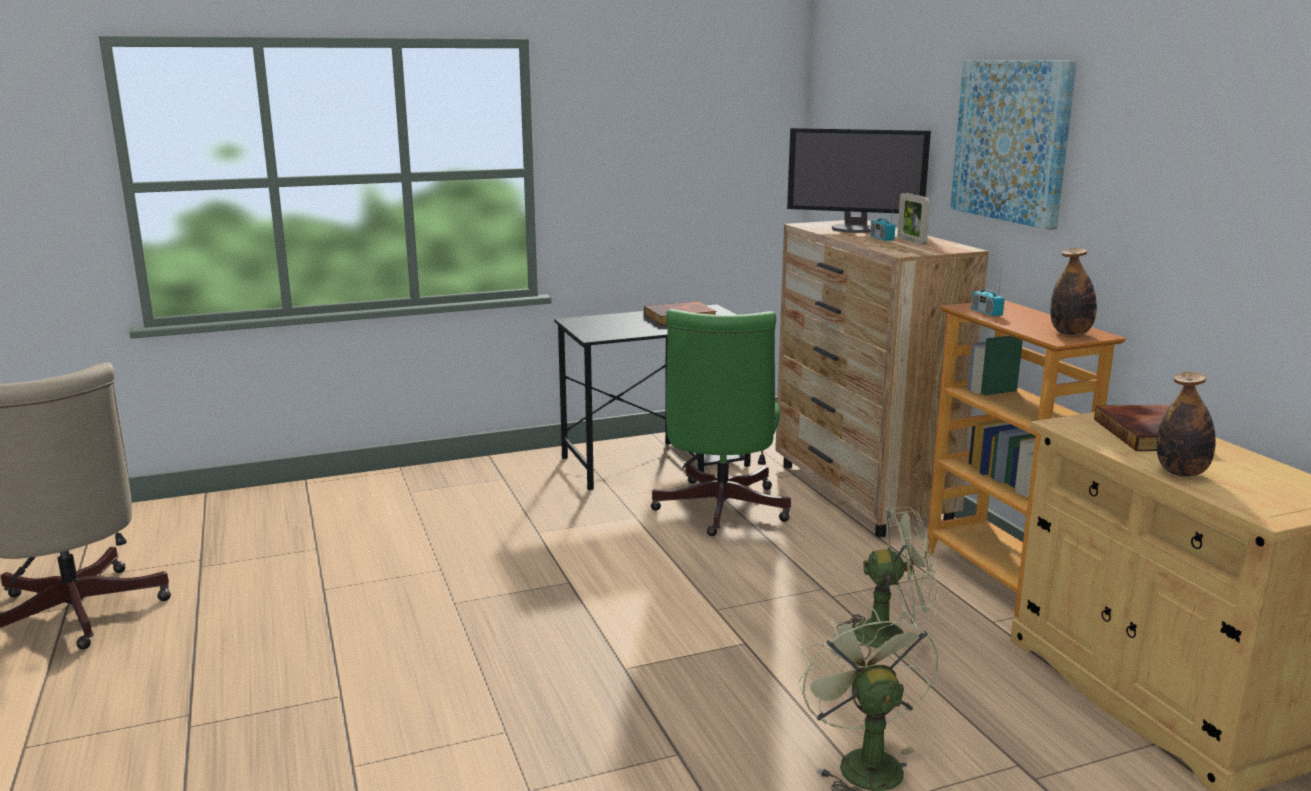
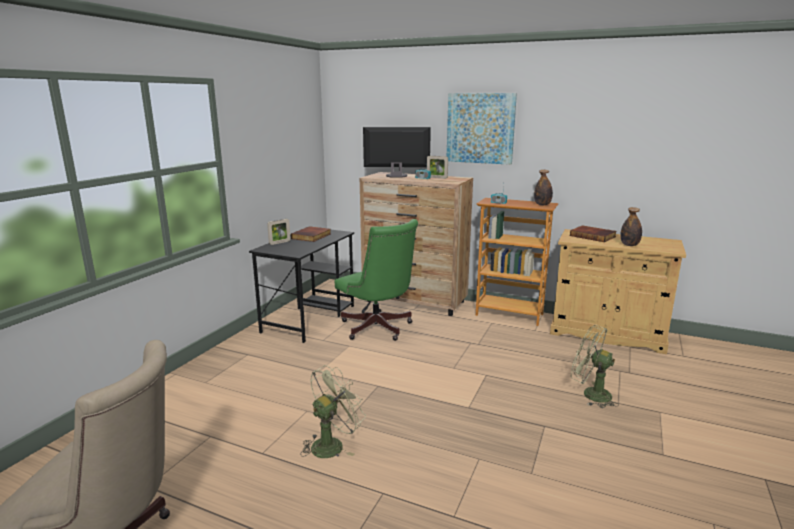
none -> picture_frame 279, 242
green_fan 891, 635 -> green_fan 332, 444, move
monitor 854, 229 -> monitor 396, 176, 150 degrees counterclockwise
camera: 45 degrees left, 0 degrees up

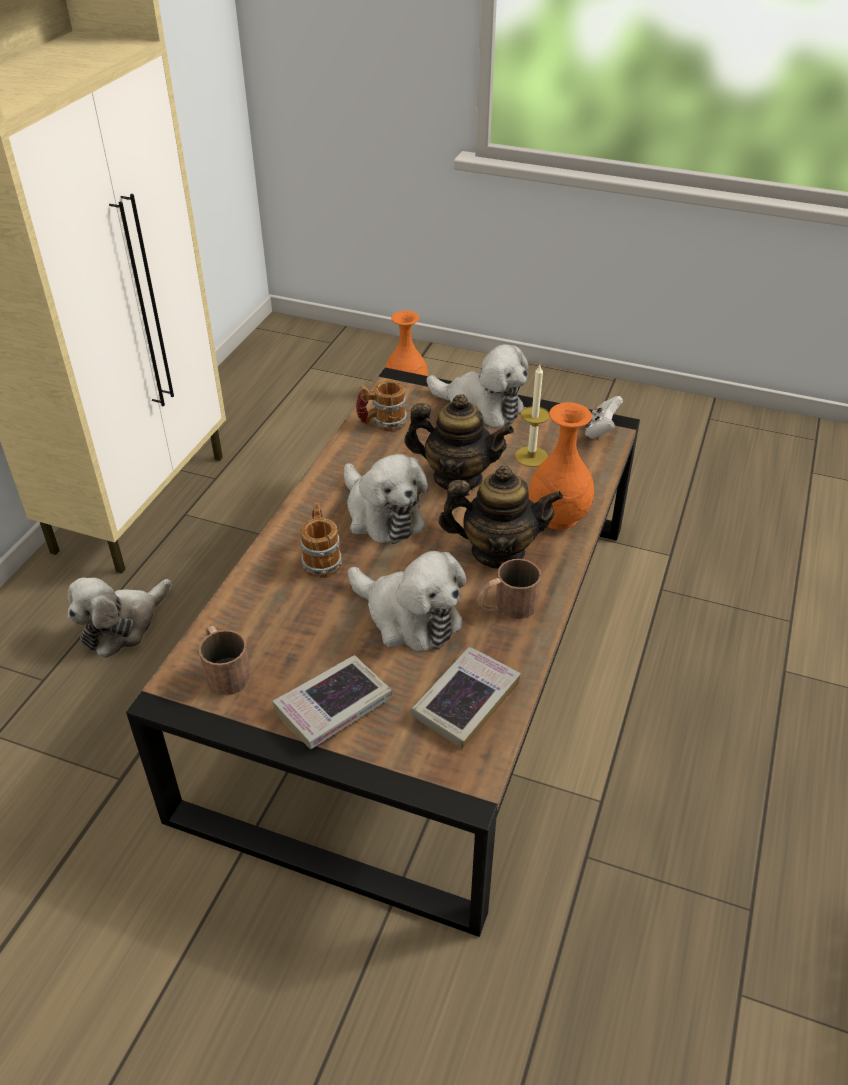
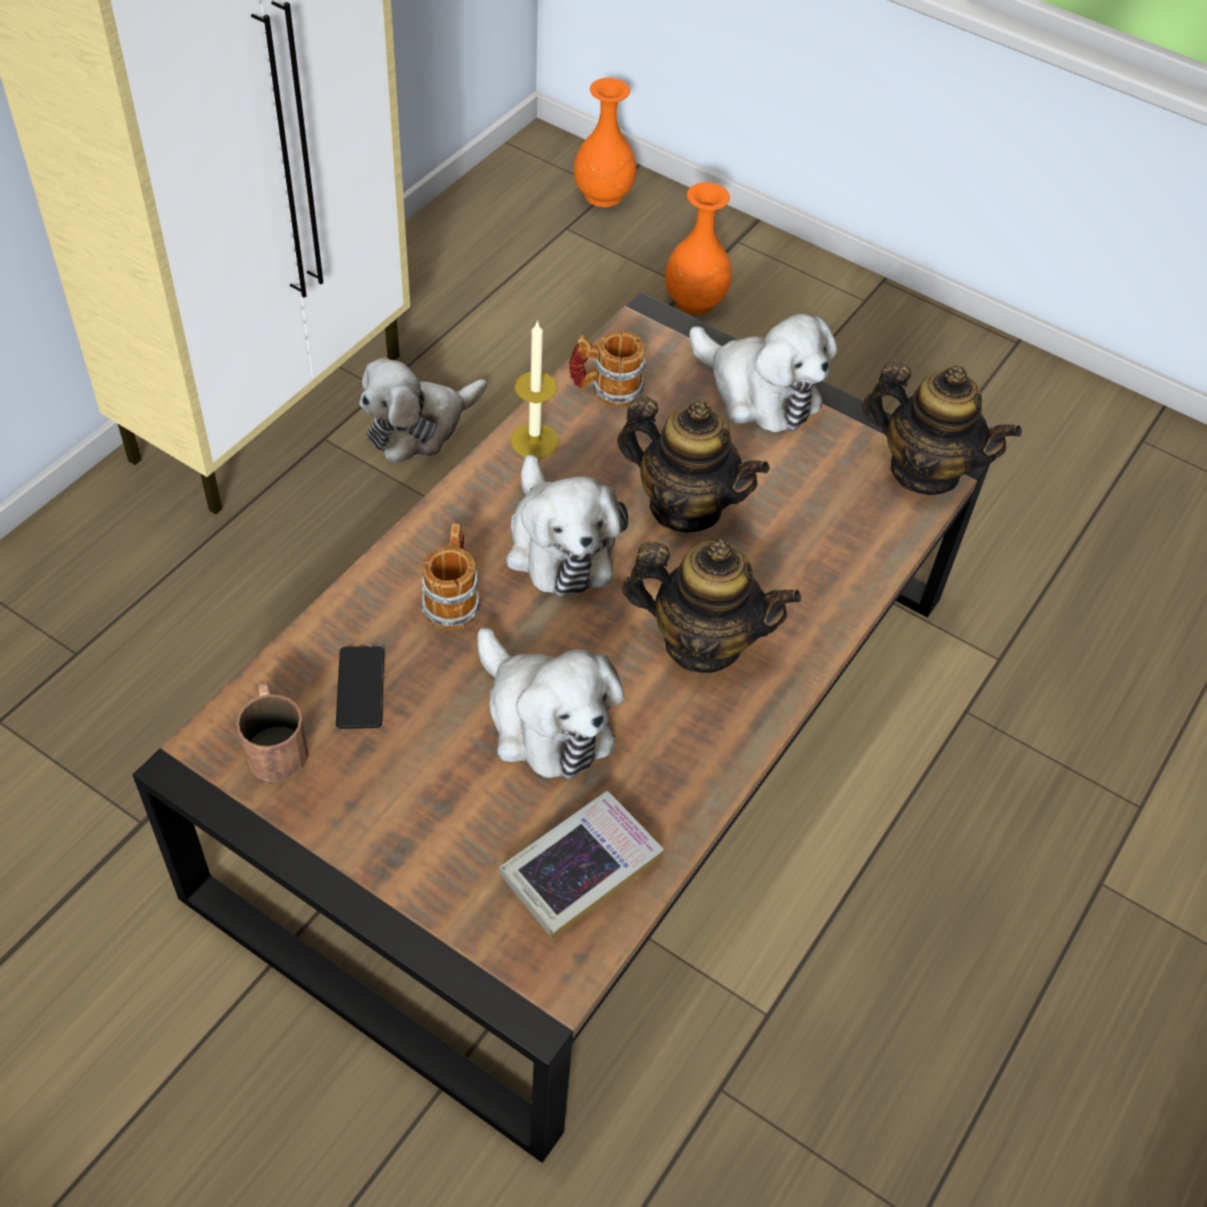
book 333, 707 -> none
brown_mug 506, 606 -> none
none -> phone 360, 688
plush_toy 122, 625 -> plush_toy 419, 427, move
candle 531, 456 -> candle 534, 441, move
orange_vase 557, 517 -> orange_vase 602, 195, move
white_game_controller 601, 430 -> teapot 924, 471
camera: 10 degrees right, 10 degrees up

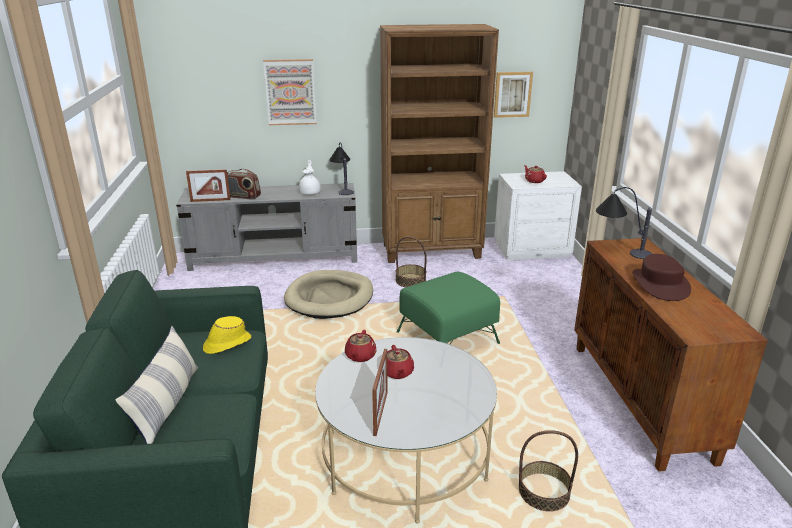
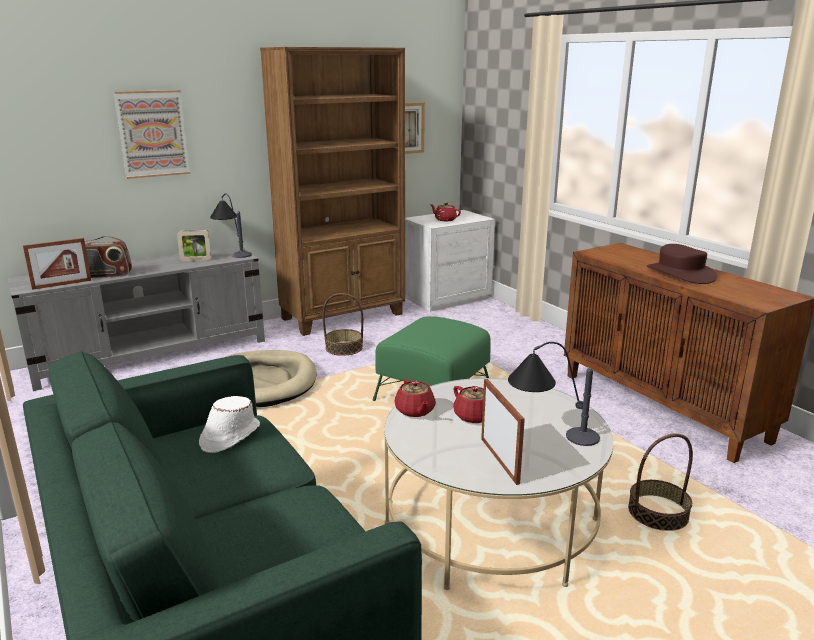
pillow 167, 405 -> none
table_lamp 618, 249 -> table_lamp 548, 434, move
white_teapot 310, 192 -> picture_frame 196, 260
yellow_hat 227, 344 -> white_hat 230, 436
camera: 25 degrees left, 5 degrees down

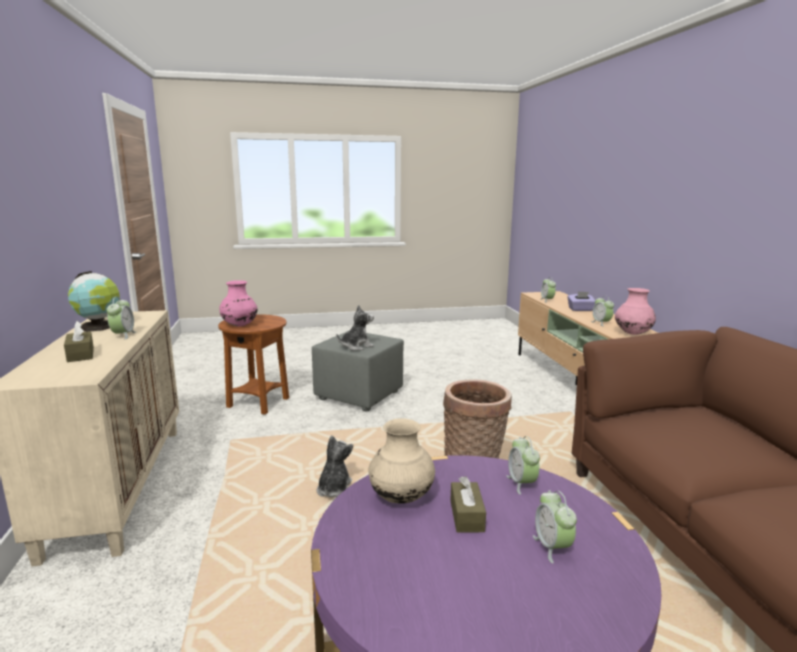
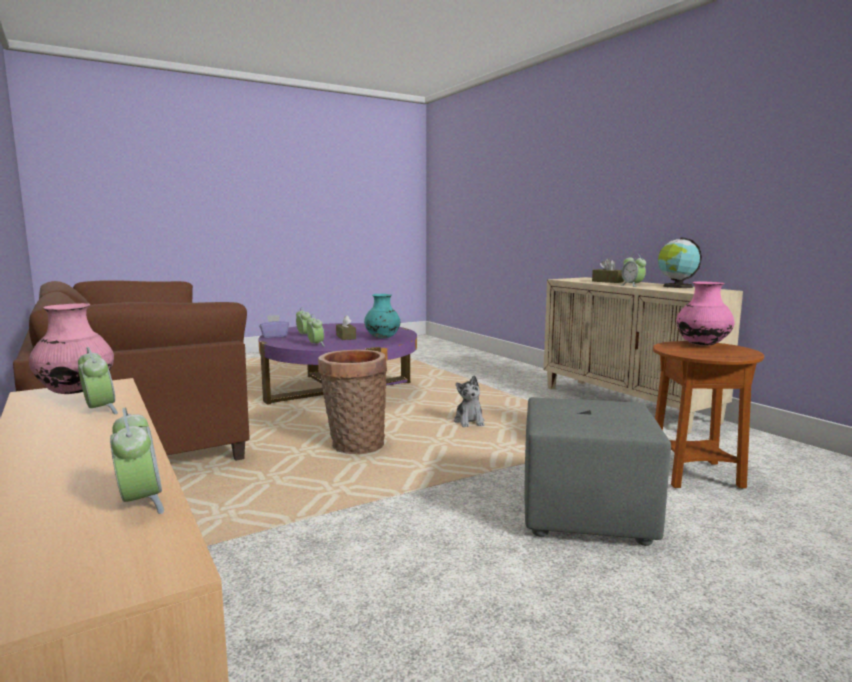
plush_toy 356, 346 -> none
purple_tissue_box 580, 309 -> purple_tissue_box 274, 336, move
beige_vase 401, 498 -> turquoise_vase 382, 338
camera: 160 degrees right, 5 degrees down

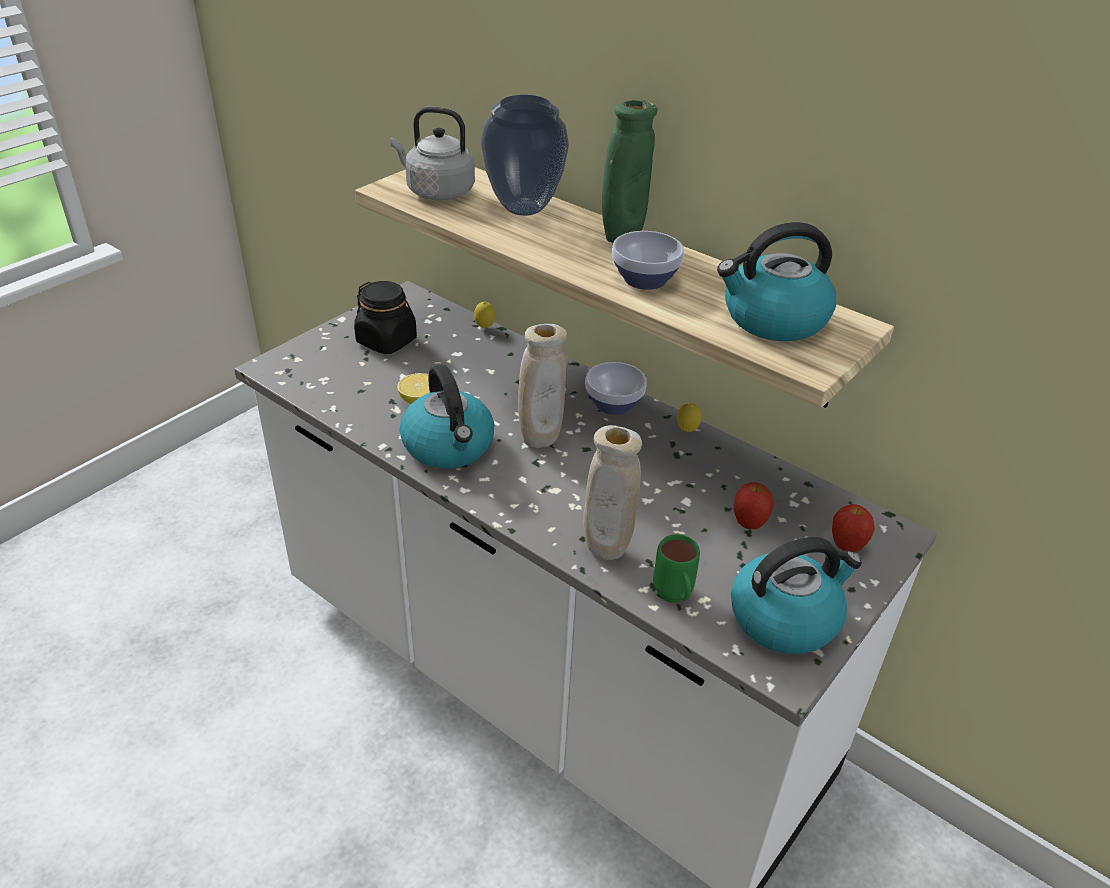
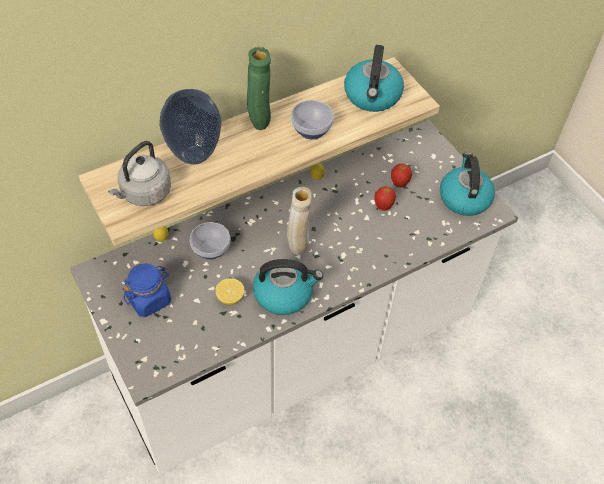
beige_vase 606, 550 -> none
green_mug 674, 599 -> none
bowl 612, 403 -> bowl 210, 250, move
apple 846, 546 -> apple 383, 207, move
black_jar 387, 341 -> blue_jar 149, 299
camera: 70 degrees left, 15 degrees up

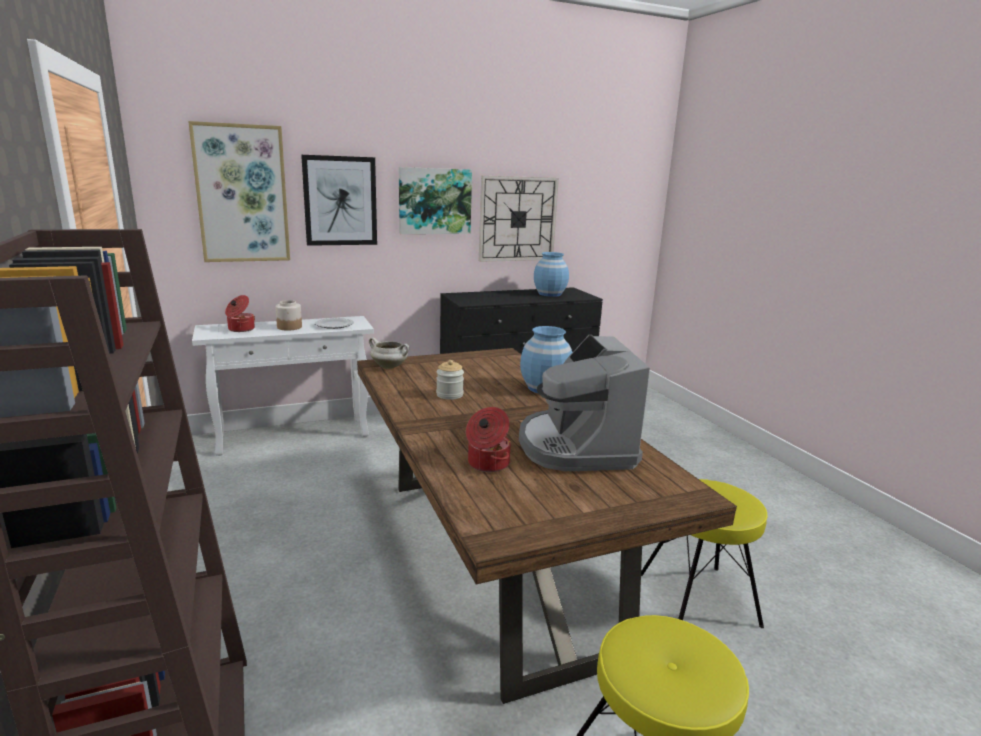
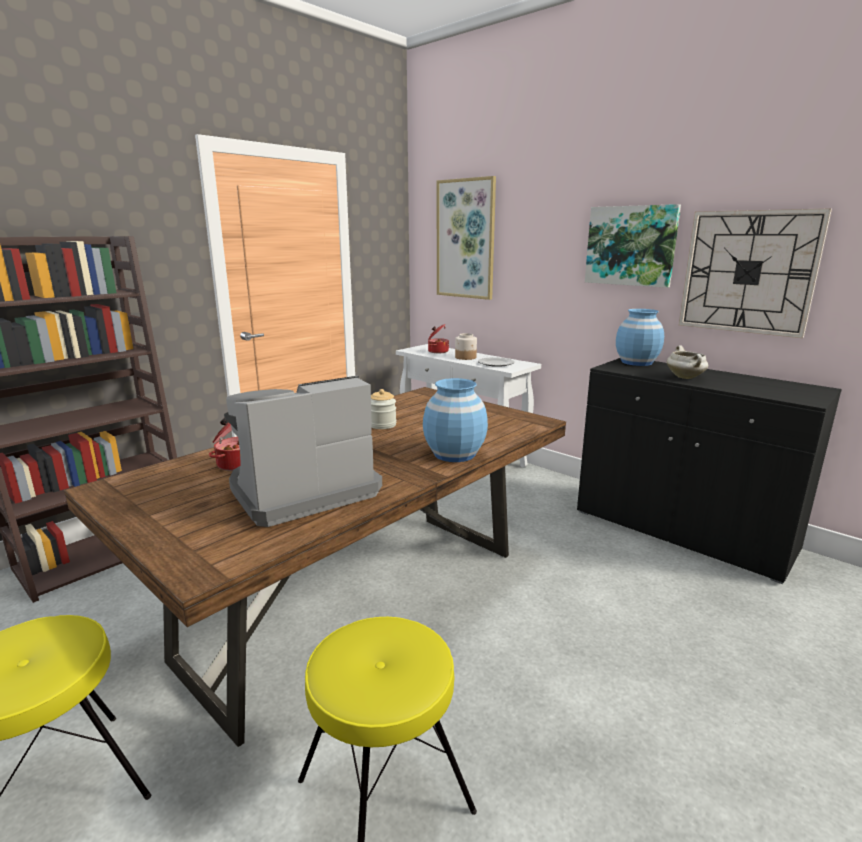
picture 340, 201 -> none
white_cooking_pot 390, 367 -> white_cooking_pot 685, 377, move
blue_vase 549, 294 -> blue_vase 636, 362, move
camera: 65 degrees right, 0 degrees up

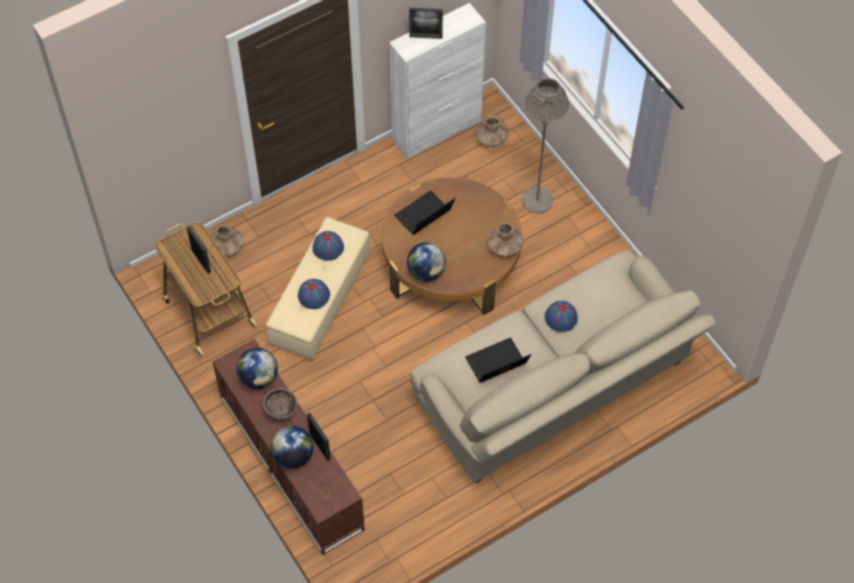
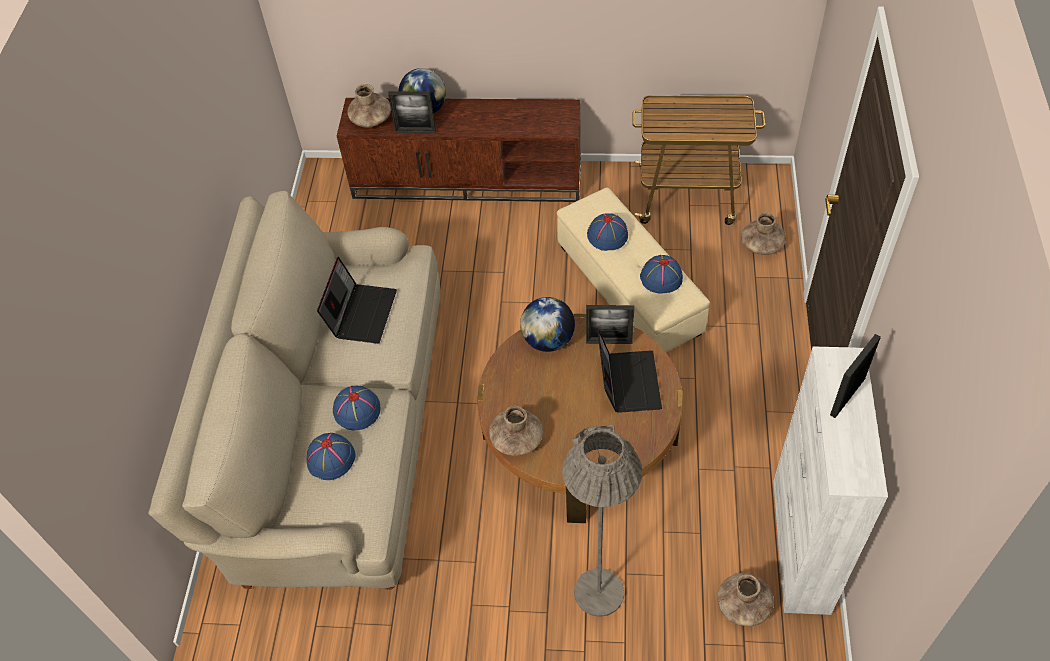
globe 258, 378 -> none
brown_bowl 281, 411 -> none
none -> blue_hat 331, 459
none -> brown_vase 371, 119
picture_frame 201, 261 -> picture_frame 609, 341, move
camera: 130 degrees right, 5 degrees down

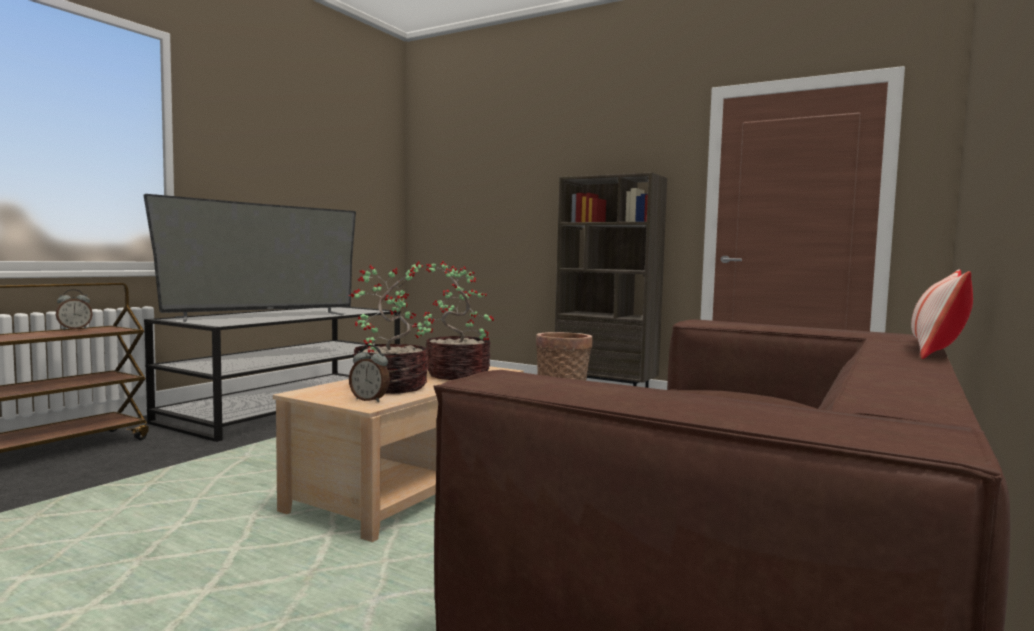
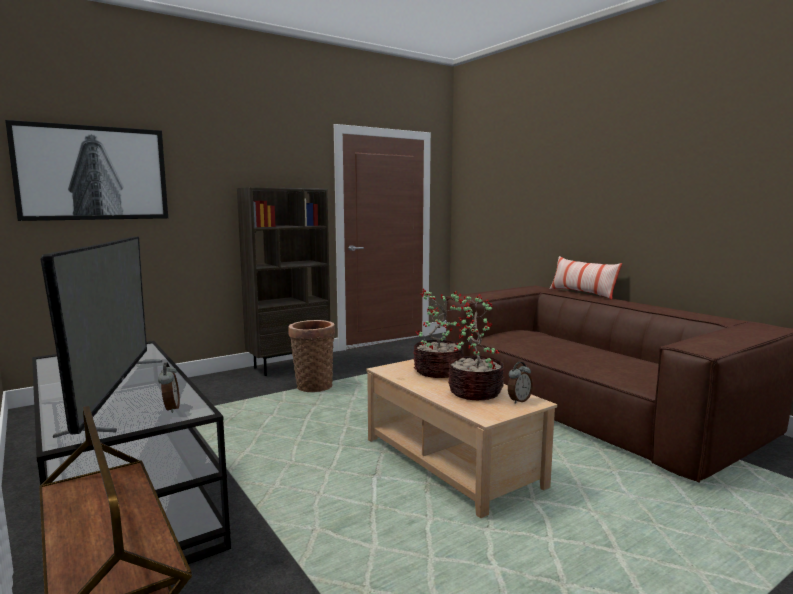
none -> picture 93, 173
alarm_clock 74, 329 -> alarm_clock 170, 409, move
camera: 65 degrees left, 5 degrees up

